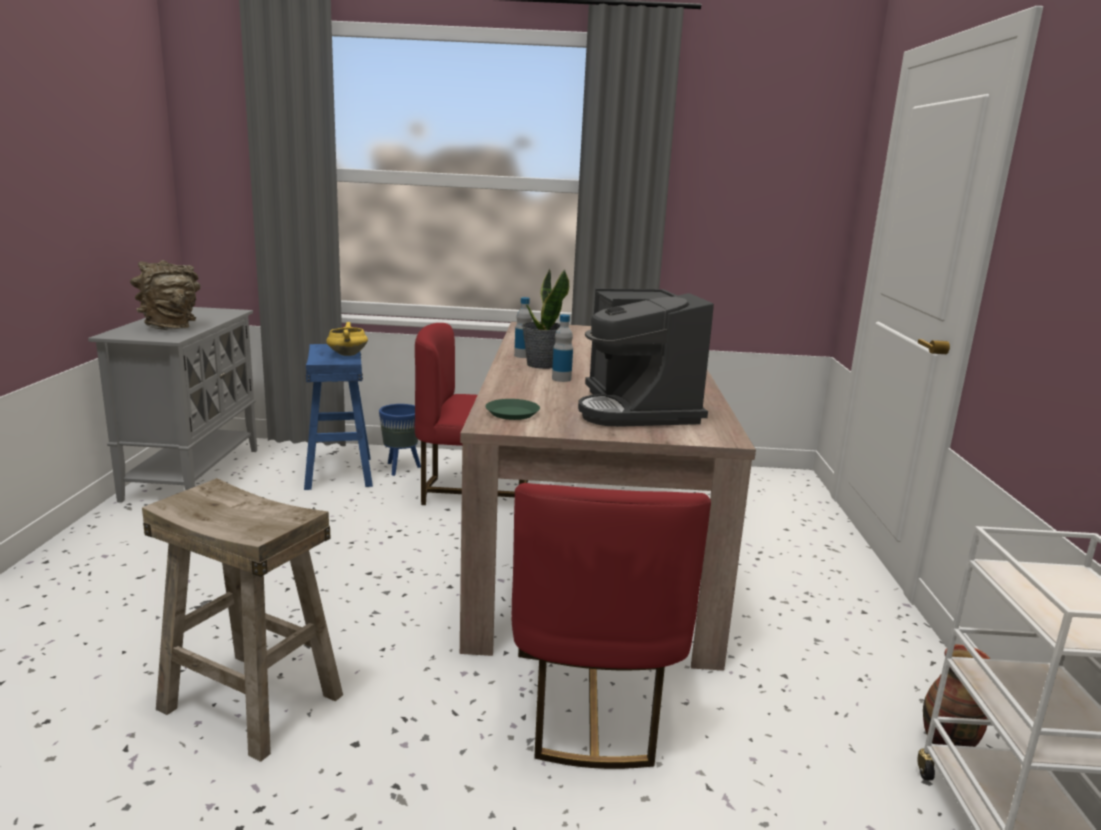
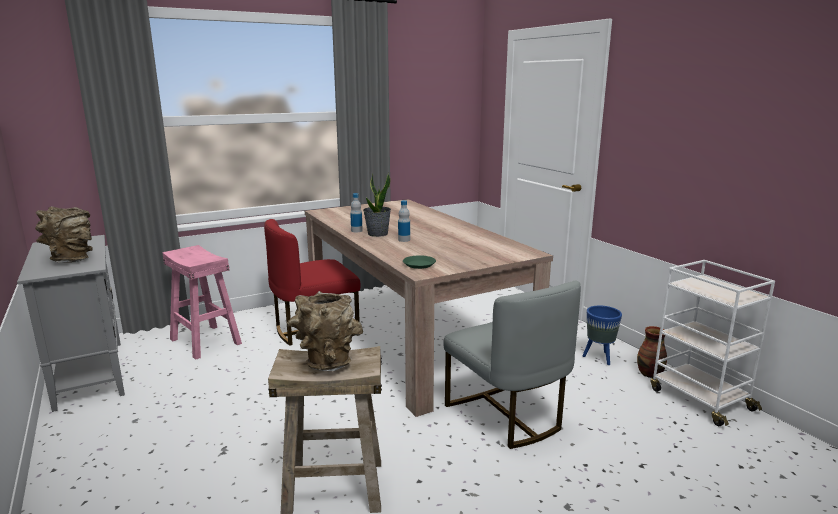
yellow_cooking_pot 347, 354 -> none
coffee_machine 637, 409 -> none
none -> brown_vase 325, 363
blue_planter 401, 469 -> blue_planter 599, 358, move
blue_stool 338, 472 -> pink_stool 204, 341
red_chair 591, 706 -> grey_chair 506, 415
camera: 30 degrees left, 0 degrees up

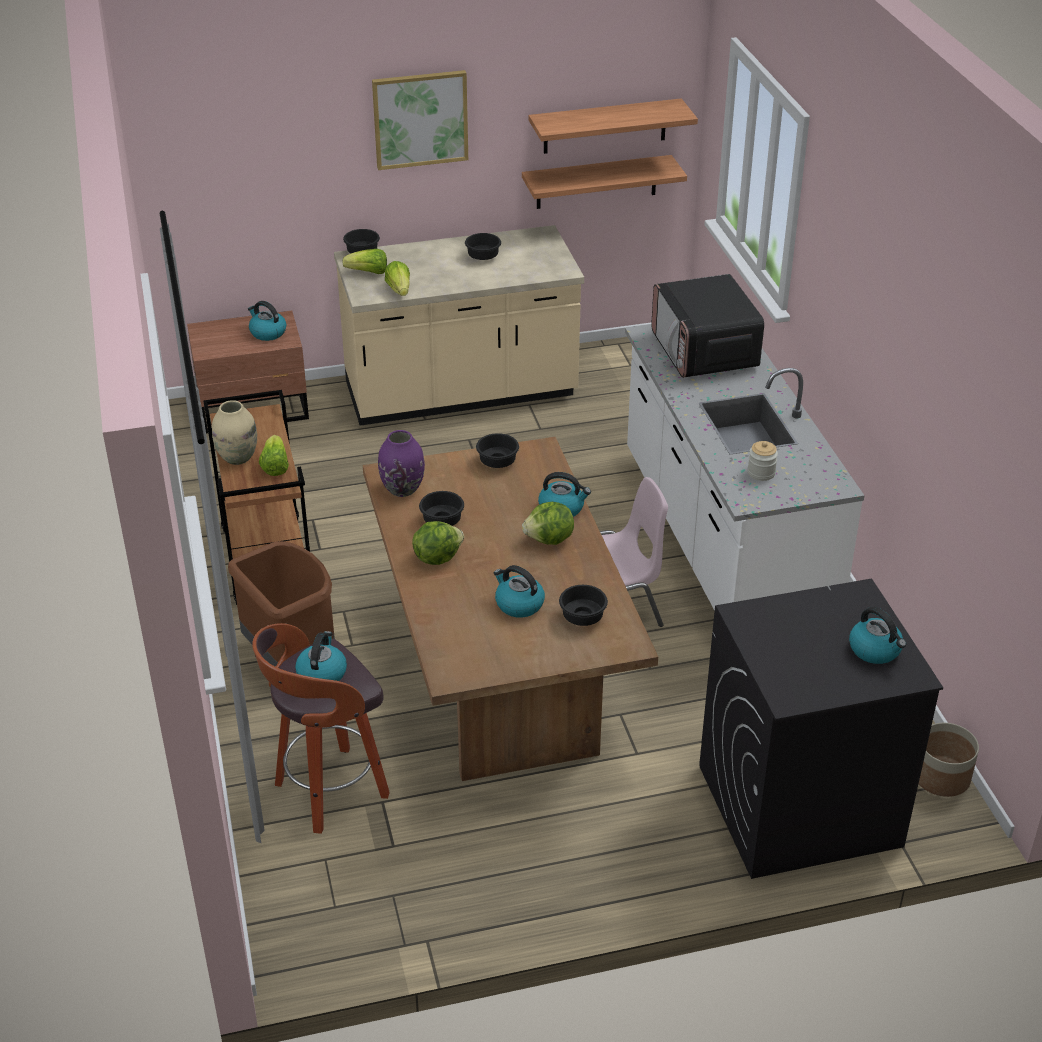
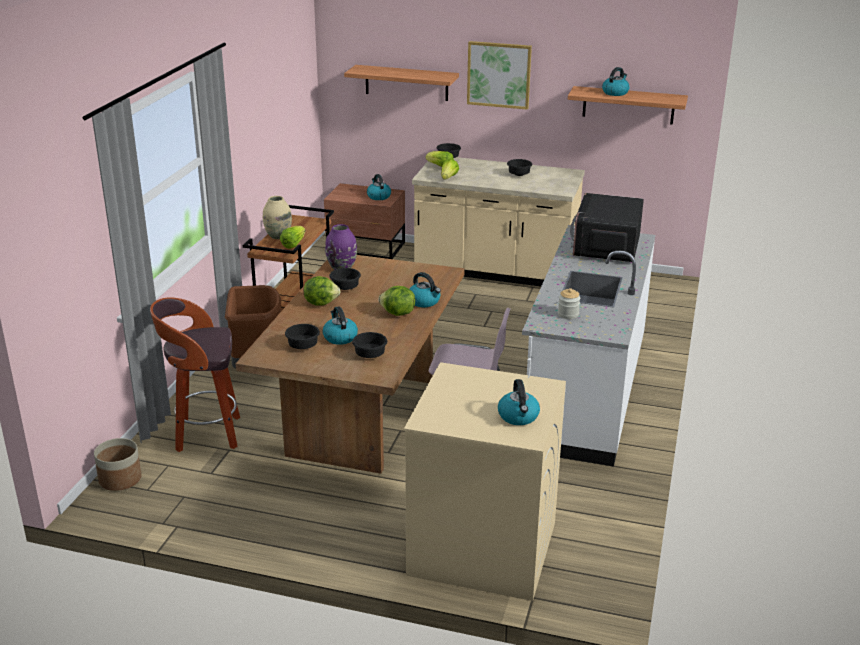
kettle 322, 673 -> kettle 615, 92, move
black_bowl 498, 463 -> black_bowl 302, 347, move
shelf 596, 182 -> shelf 406, 83, move
planter 941, 777 -> planter 120, 479, move
black_washing_machine 798, 806 -> beige_washing_machine 481, 549
camera: 30 degrees right, 10 degrees down

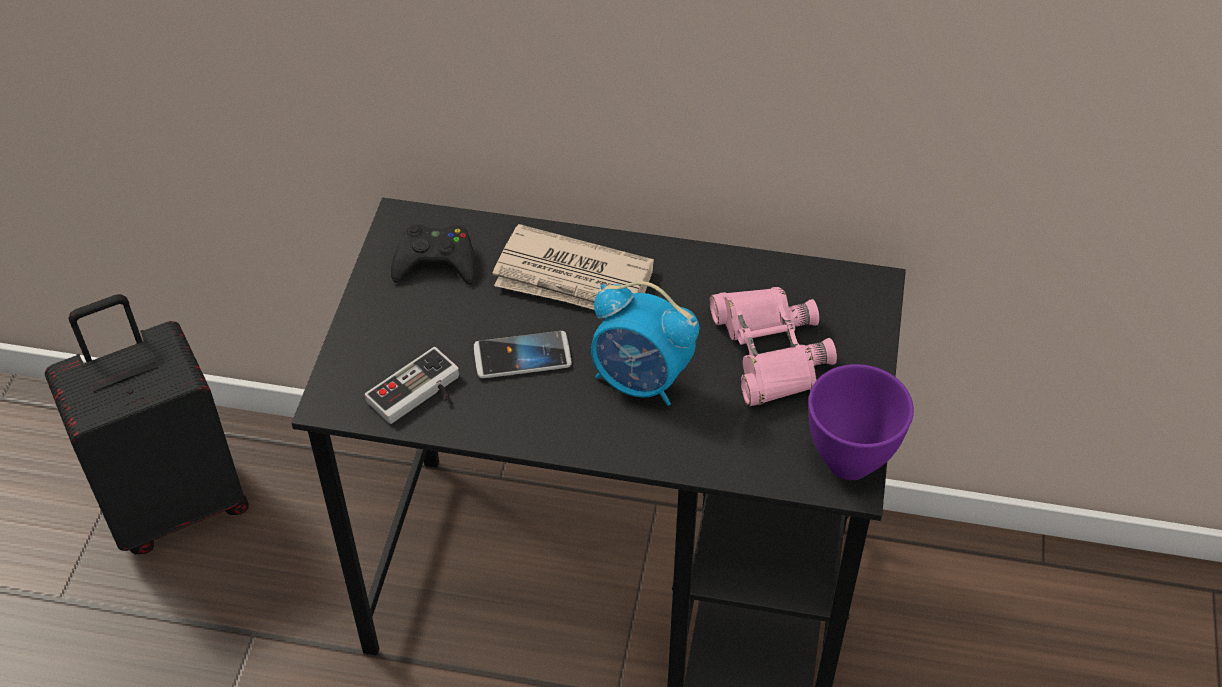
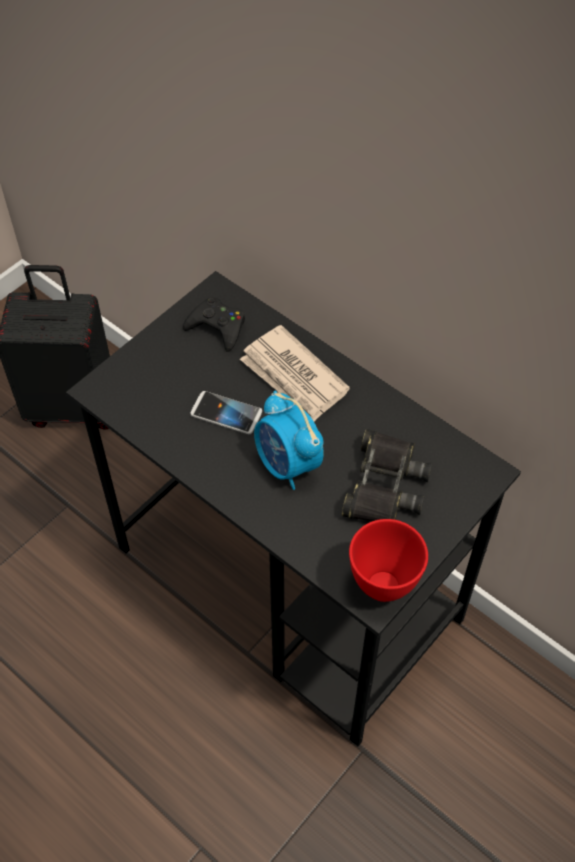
game_controller 419, 395 -> none
pink_binoculars 769, 351 -> black_binoculars 384, 485
purple_bowl 852, 461 -> red_bowl 385, 587
camera: 30 degrees right, 5 degrees up

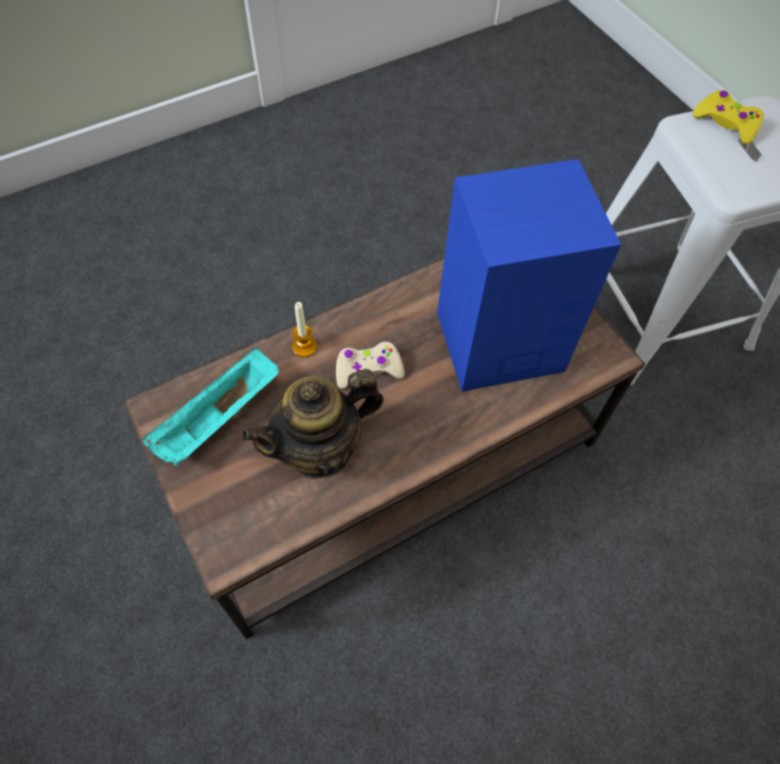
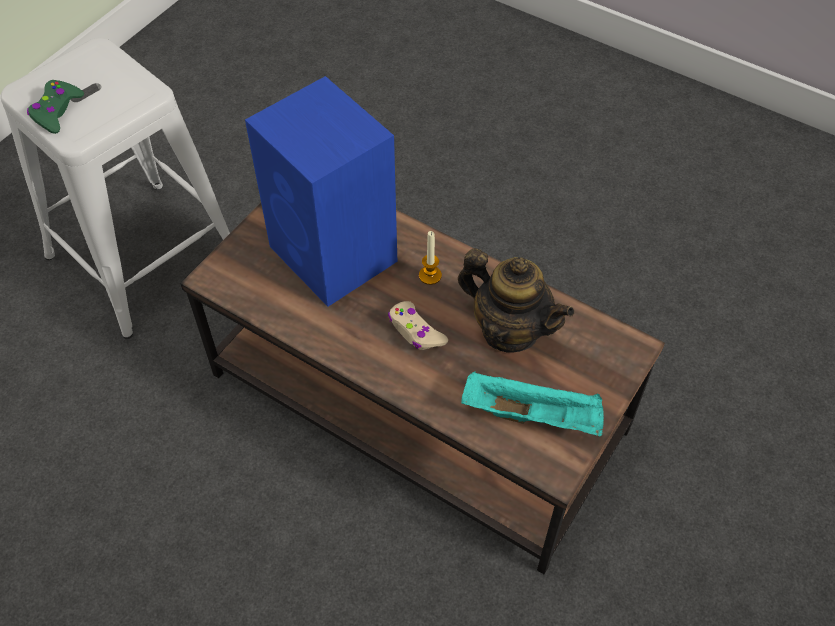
candle 304, 347 -> candle 430, 275, move
yellow_game_controller 726, 123 -> green_game_controller 56, 112
camera: 115 degrees left, 5 degrees down

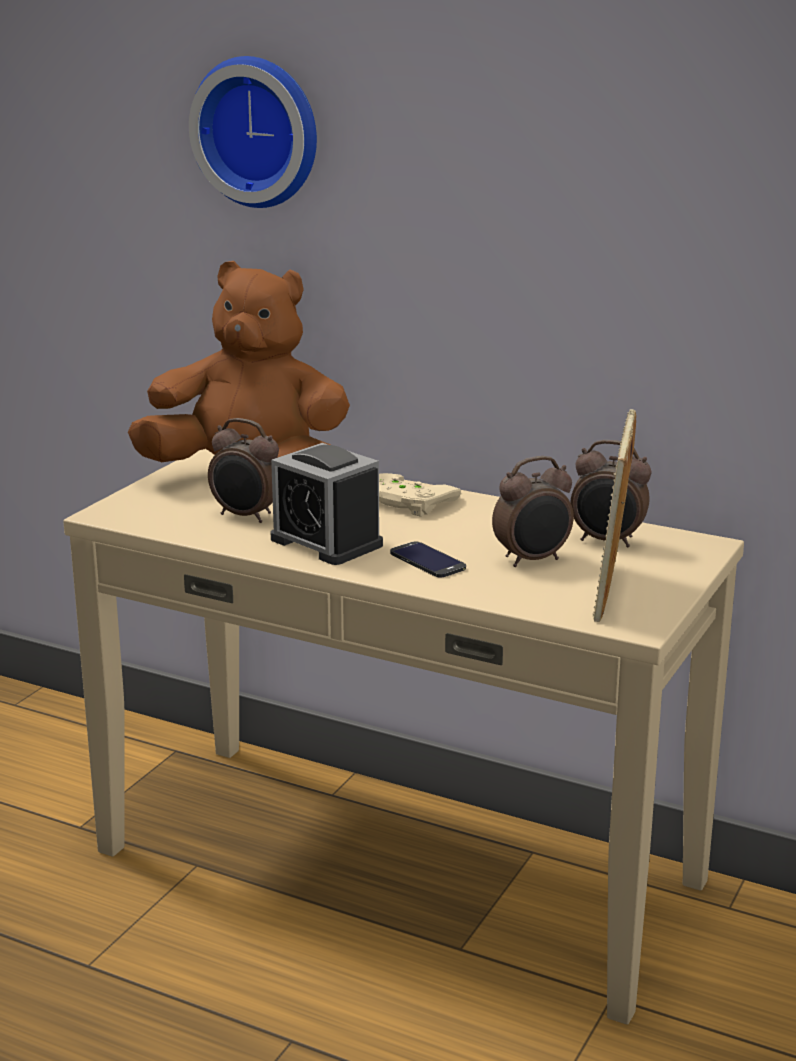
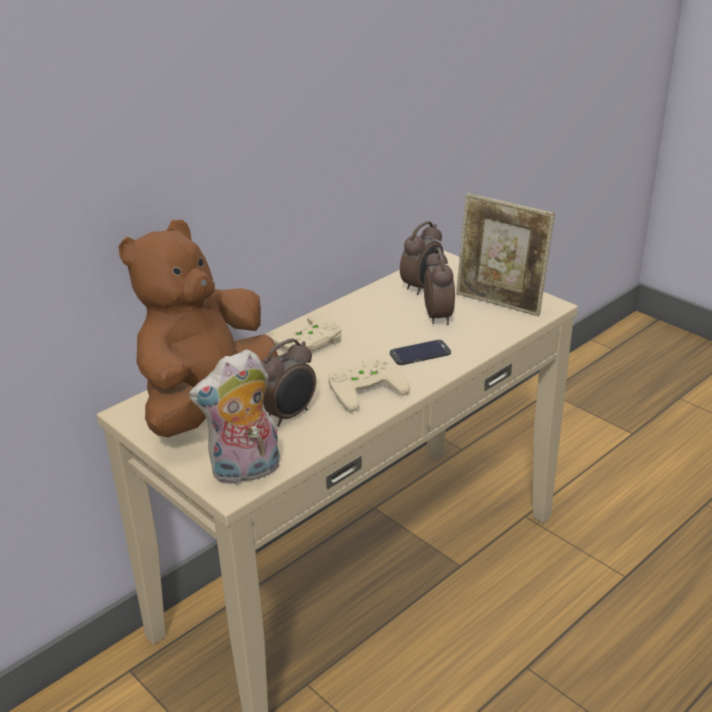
wall_clock 259, 131 -> none
none -> plush_toy 245, 472
alarm_clock 326, 542 -> beige_game_controller 364, 387
camera: 70 degrees left, 10 degrees up

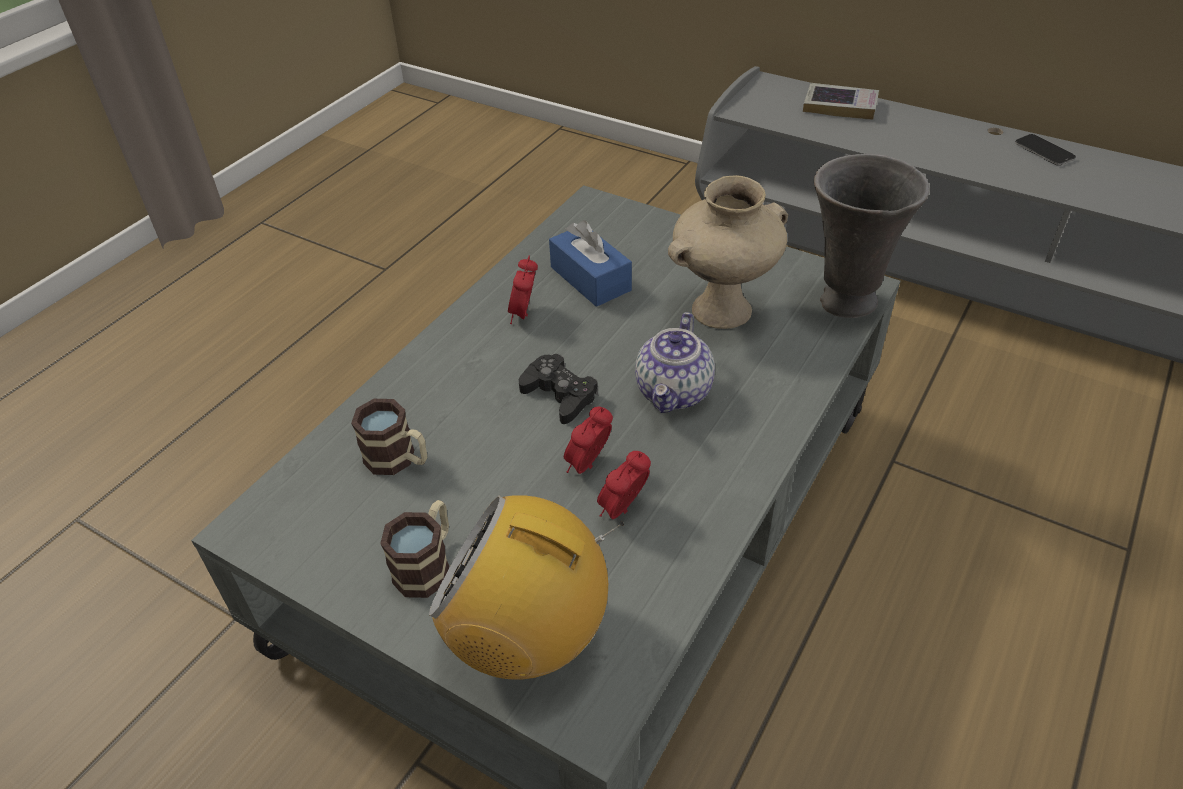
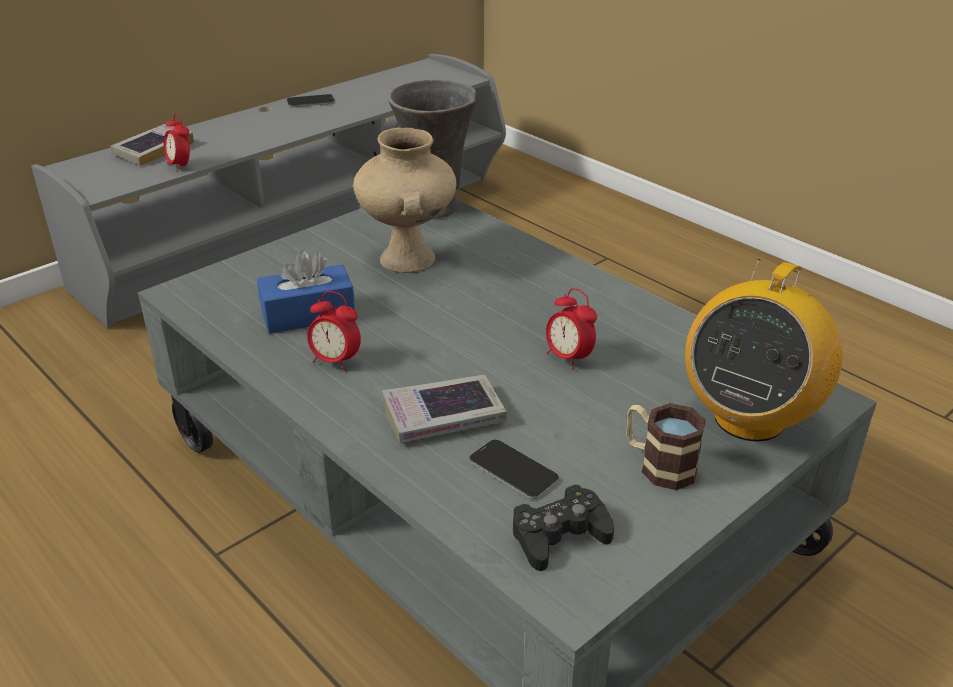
teapot 674, 392 -> none
none -> book 443, 416
black_game_controller 559, 395 -> black_game_controller 559, 535, move
alarm_clock 623, 510 -> alarm_clock 180, 166, move
mug 398, 460 -> phone 513, 470
camera: 75 degrees left, 10 degrees down

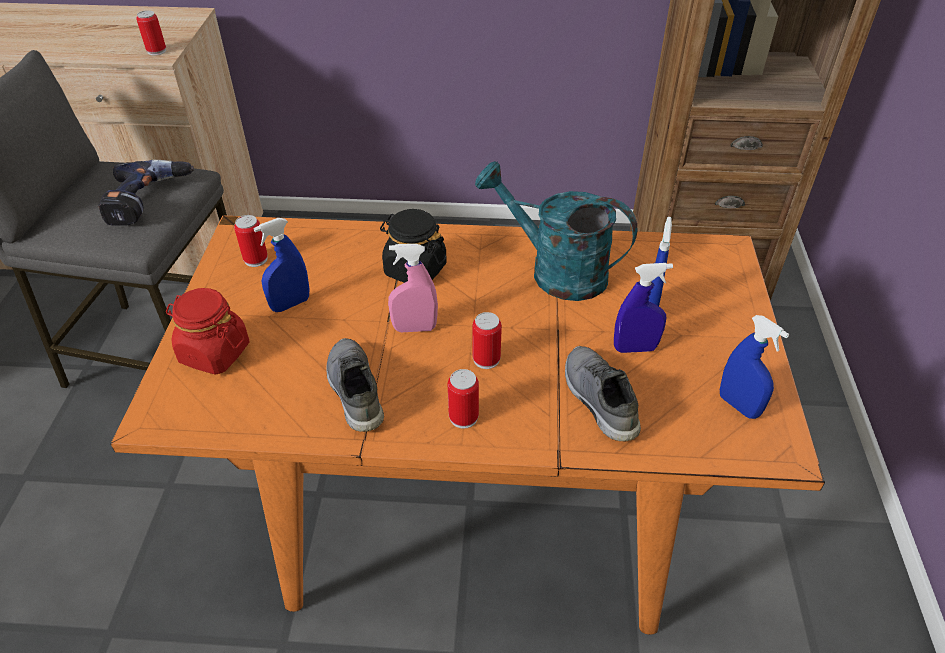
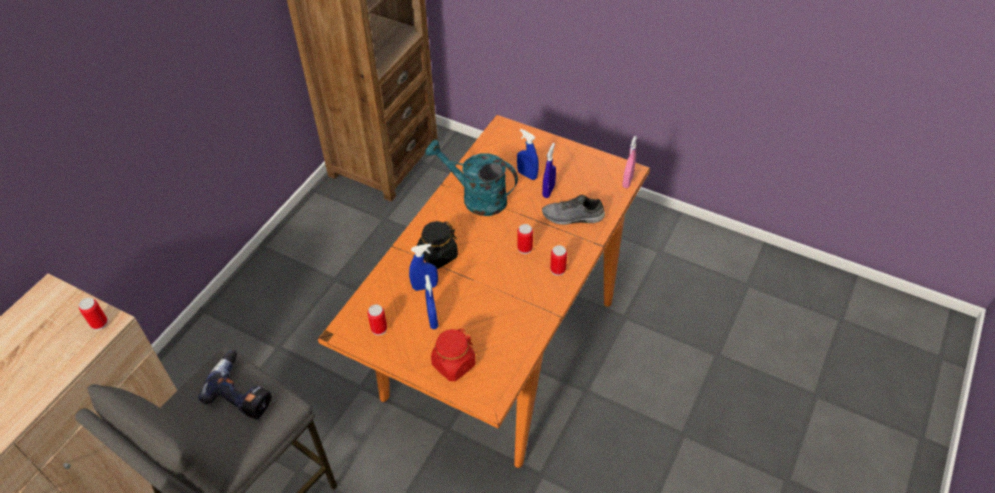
grey_shoe 353, 391 -> none
pink_spray_bottle 414, 328 -> pink_spray_bottle 627, 181, move
blue_spray_bottle 738, 405 -> blue_spray_bottle 425, 286, move
turquoise_watering_can 555, 271 -> turquoise_watering_can 476, 198, 60 degrees clockwise
camera: 65 degrees left, 5 degrees up

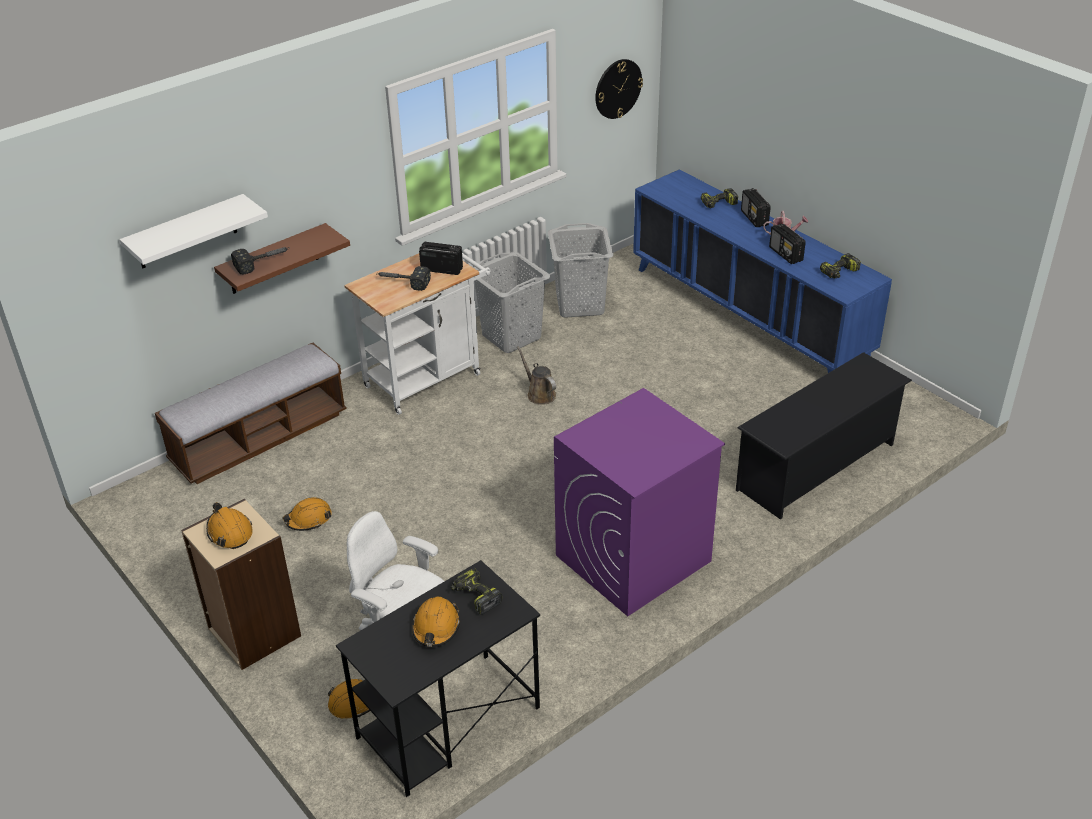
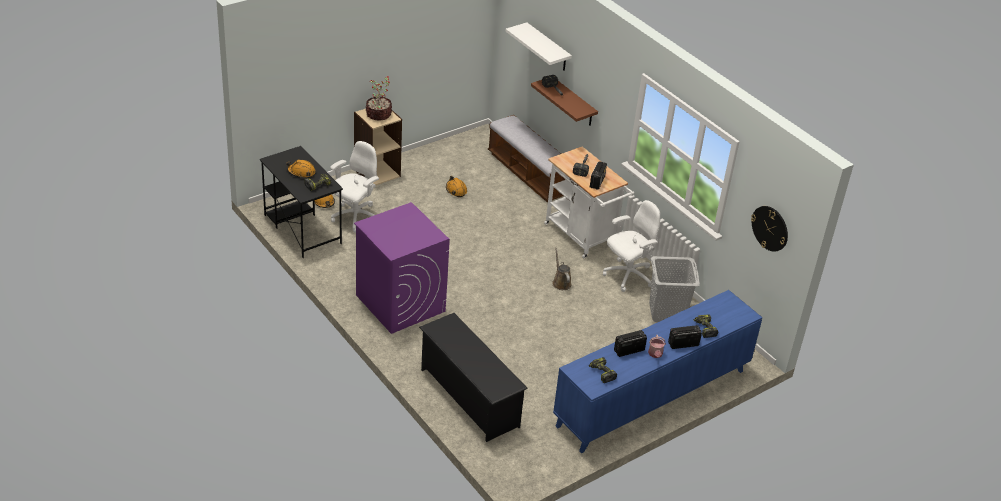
orange_hard_hat 229, 532 -> potted_plant 378, 115
grey_laundry_basket 511, 336 -> white_office_chair 627, 276
brown_watering_can 539, 394 -> brown_watering_can 561, 282, 75 degrees counterclockwise
camera: 90 degrees right, 0 degrees up

